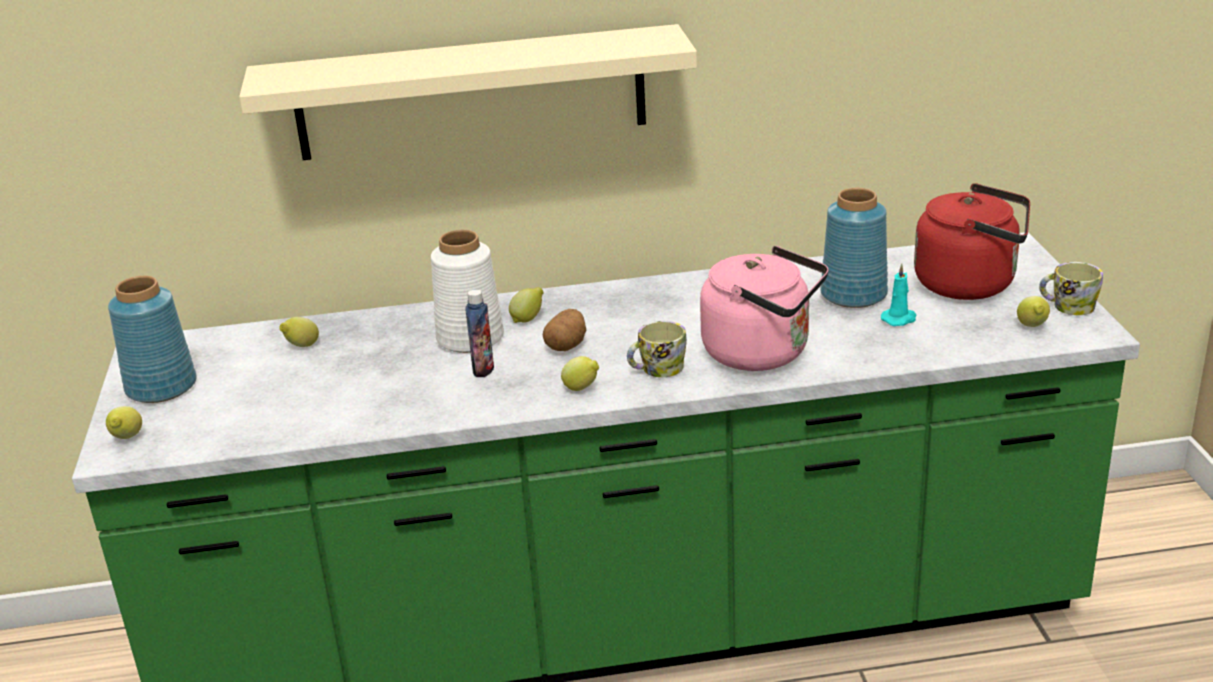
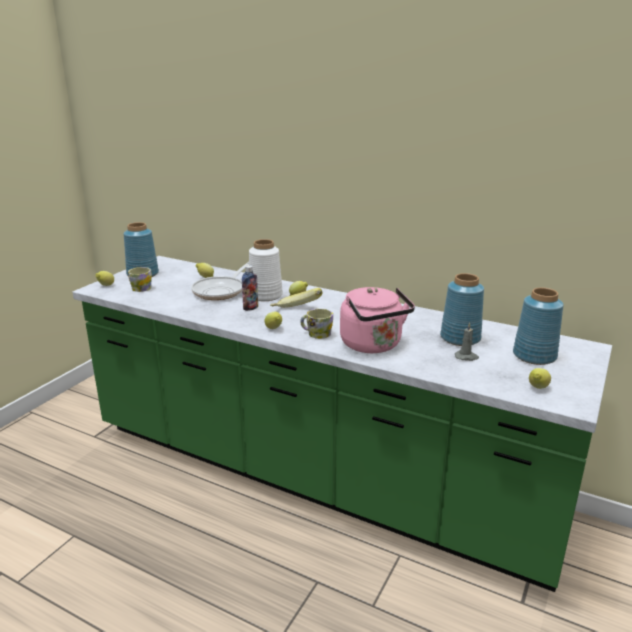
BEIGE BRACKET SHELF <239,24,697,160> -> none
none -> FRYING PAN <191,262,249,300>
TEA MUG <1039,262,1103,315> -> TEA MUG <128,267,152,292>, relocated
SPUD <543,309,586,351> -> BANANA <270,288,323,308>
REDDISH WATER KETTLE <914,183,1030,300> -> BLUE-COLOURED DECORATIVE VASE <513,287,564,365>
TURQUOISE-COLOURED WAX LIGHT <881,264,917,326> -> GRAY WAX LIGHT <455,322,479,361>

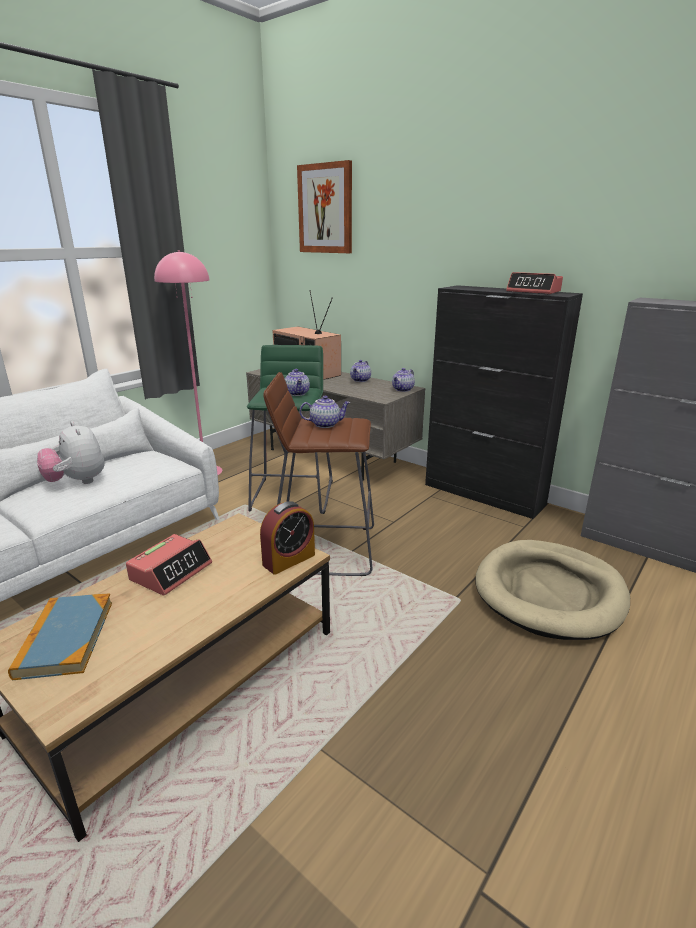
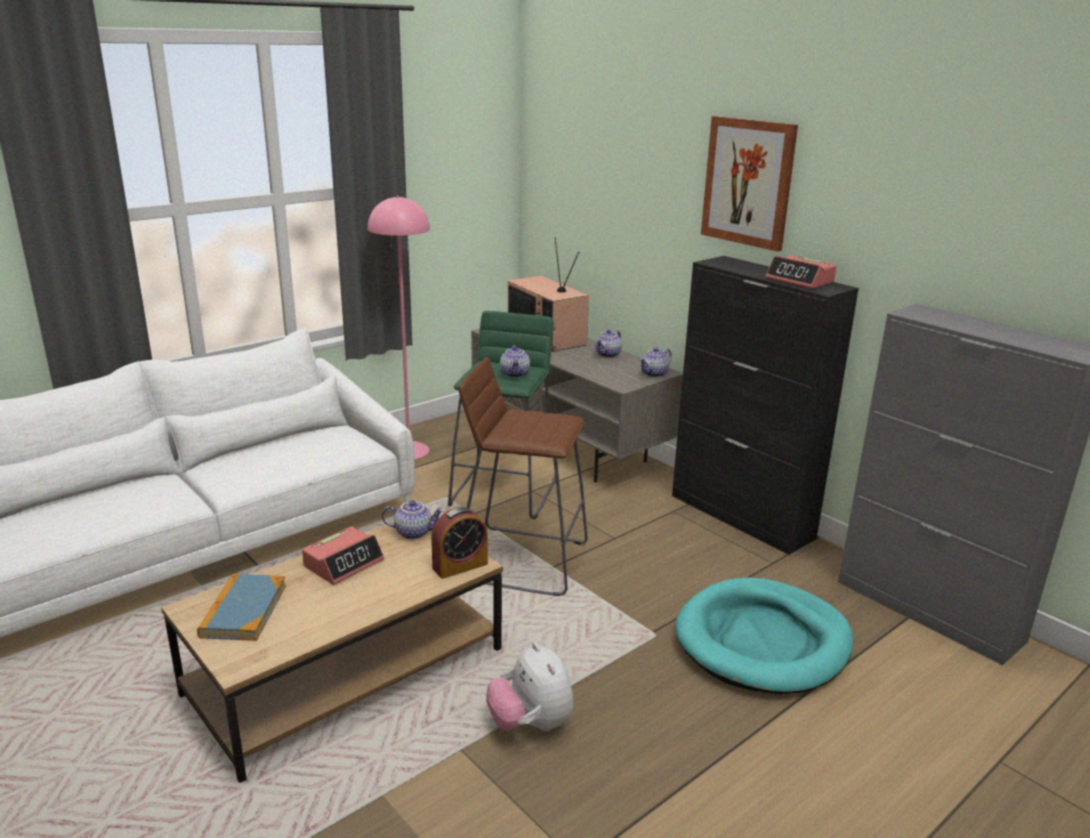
SOFT TOY <37,421,105,484> -> SOFT TOY <486,643,574,731>, relocated
WALL ART <297,160,352,253> -> WALL ART <701,116,798,252>, relocated
TEAPOT <299,396,351,428> -> TEAPOT <382,500,444,539>, relocated
BEIGE PET BED <475,540,630,640> -> TURQUOISE-COLOURED PET BED <675,577,853,694>

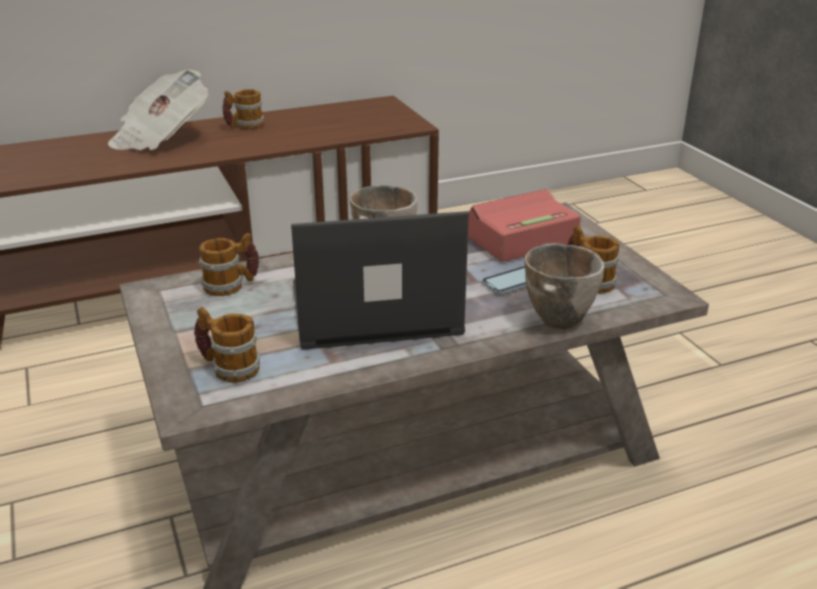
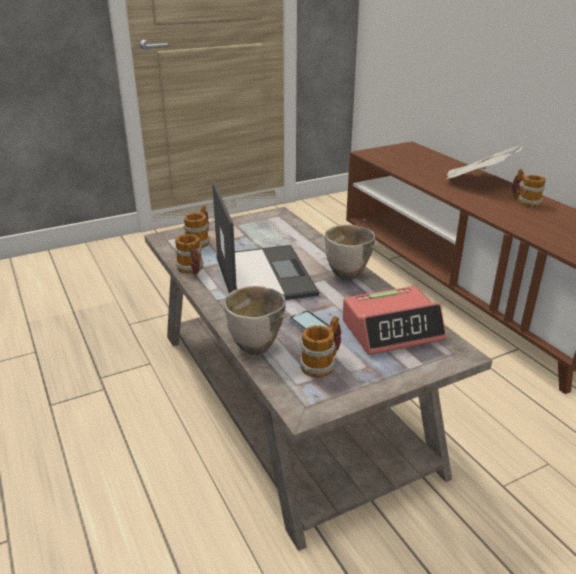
TEA MUG <199,233,259,296> -> TEA MUG <175,234,204,275>, relocated
TABLE CLOCK <468,189,581,262> -> TABLE CLOCK <343,286,446,355>, 105 degrees clockwise

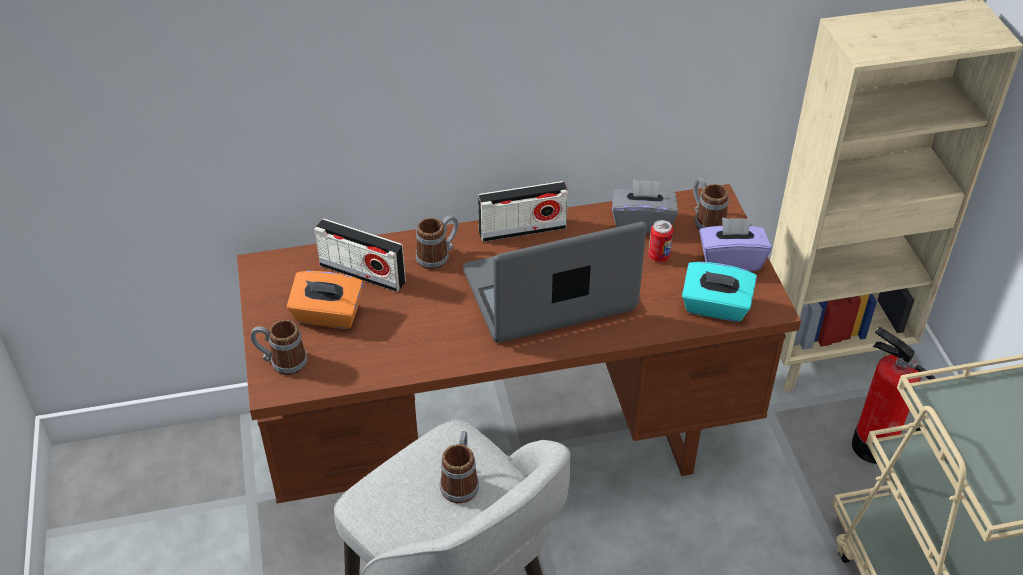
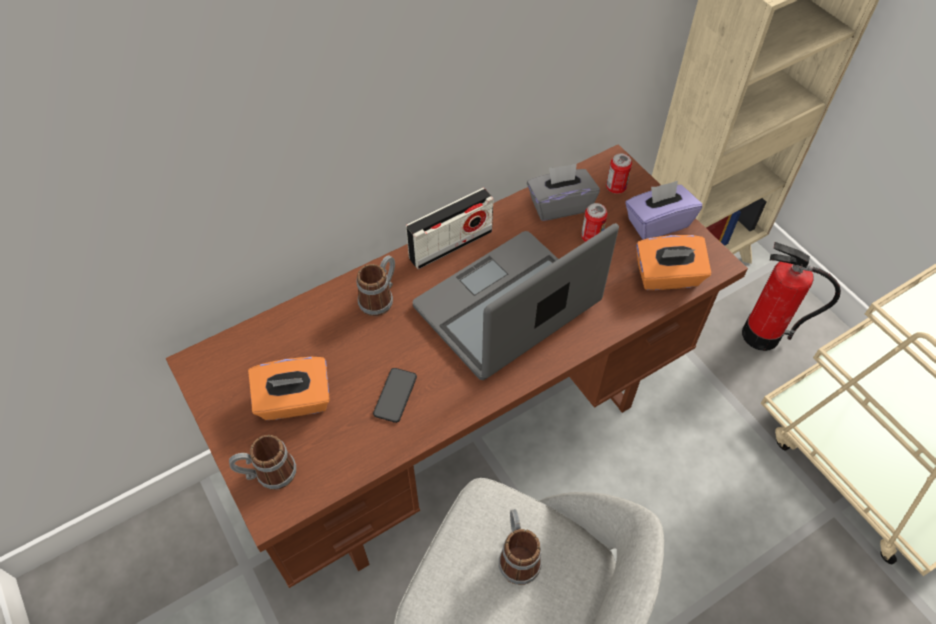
RADIO SET <314,218,406,292> -> none
none -> TELEPHONE <373,368,417,423>
TEA MUG <693,178,729,230> -> CAN <606,154,632,194>
TURQUOISE-COLOURED BOX OF TISSUES <682,262,757,322> -> ORANGE-COLOURED BOX OF TISSUES <636,235,711,290>

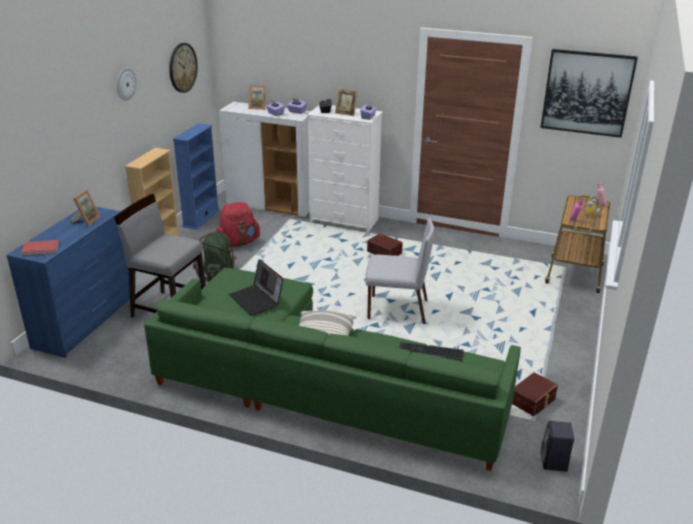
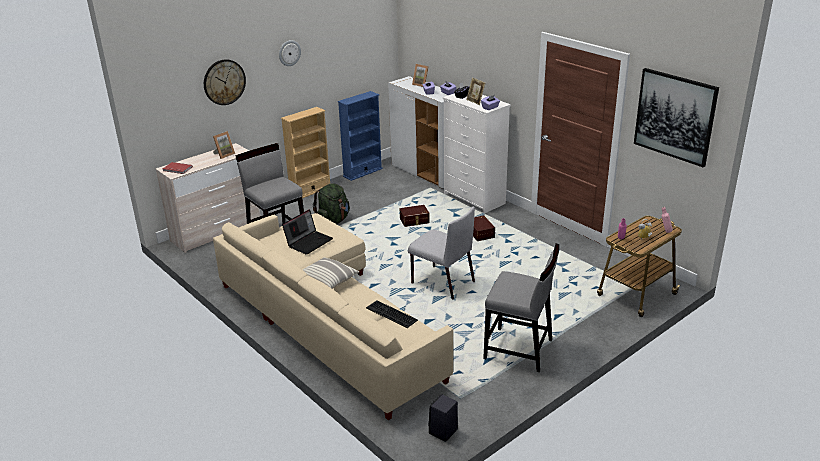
REDDISH BACKPACK <216,202,260,247> -> none
none -> GRAY UPRIGHT CHAIR <483,243,559,372>
CLOCK ON THE WALL <169,43,198,93> -> CLOCK ON THE WALL <204,59,246,105>, relocated
BROWN-COLOURED STORAGE BOX <512,372,558,416> -> BROWN-COLOURED STORAGE BOX <400,205,430,227>, relocated
BLUE-COLOURED DRESSER <6,207,130,358> -> BEIGE DRESSER <155,143,261,253>
GREEN SETTEE <144,268,521,471> -> BEIGE SETTEE <213,213,453,420>
LAPTOP <228,259,283,316> -> LAPTOP <282,209,333,255>, 135 degrees counterclockwise

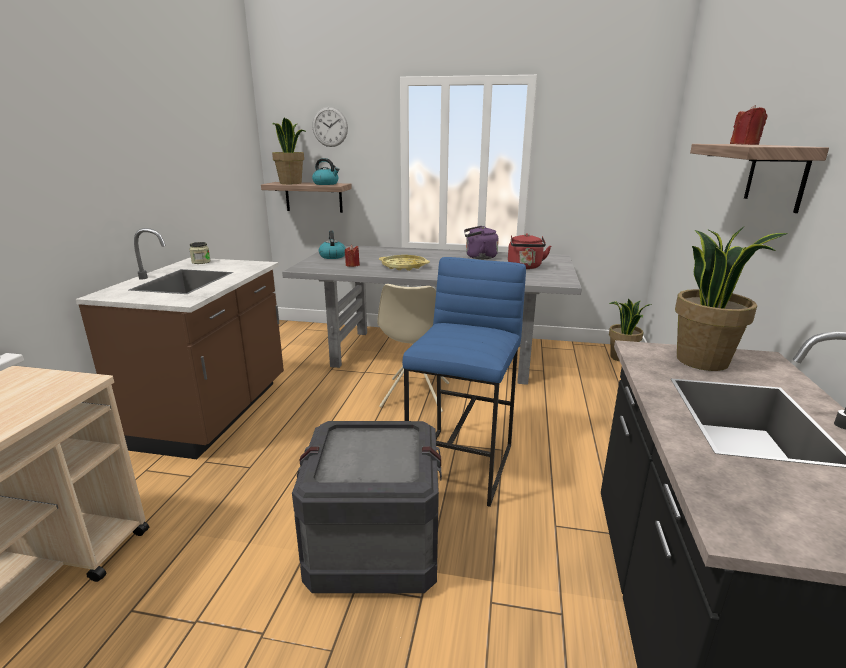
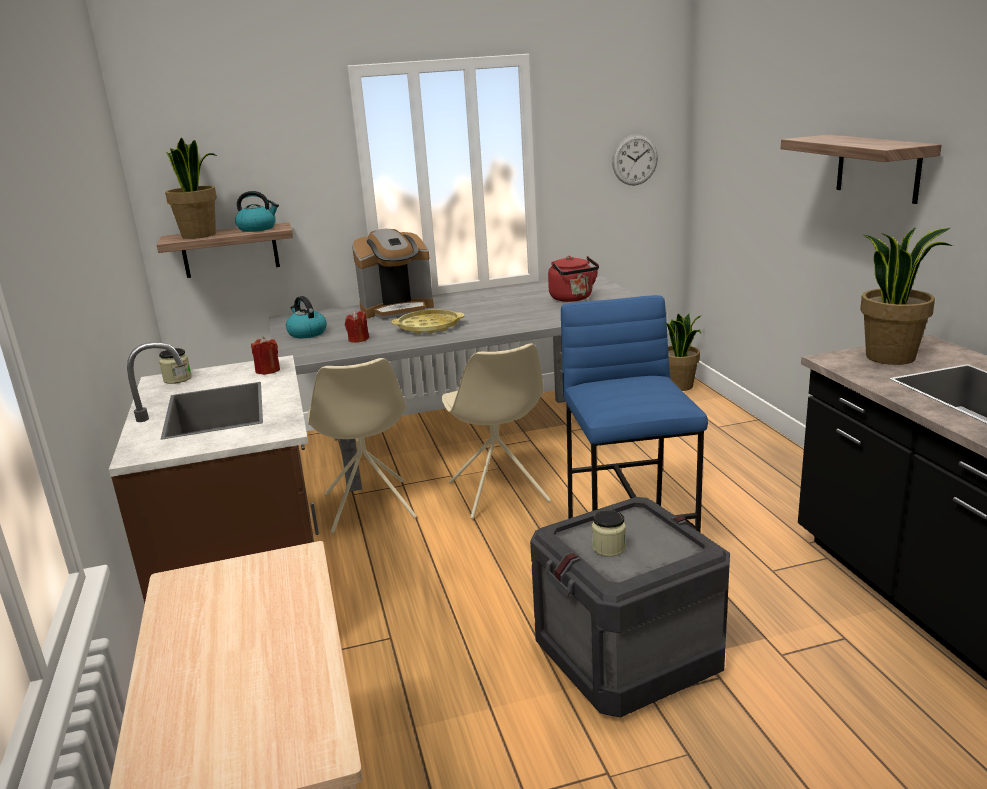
PURPLE WATER KETTLE <464,226,499,259> -> none
none -> BEIGE UPRIGHT CHAIR <308,358,417,534>
none -> COFFEE BREWER <352,229,434,319>
none -> PRESERVE JAR <592,510,626,557>
CLOCK ON THE WALL <312,107,348,147> -> CLOCK ON THE WALL <612,135,658,185>, relocated
REDDISH WAX LIGHT <730,105,768,145> -> REDDISH WAX LIGHT <251,336,280,375>, relocated

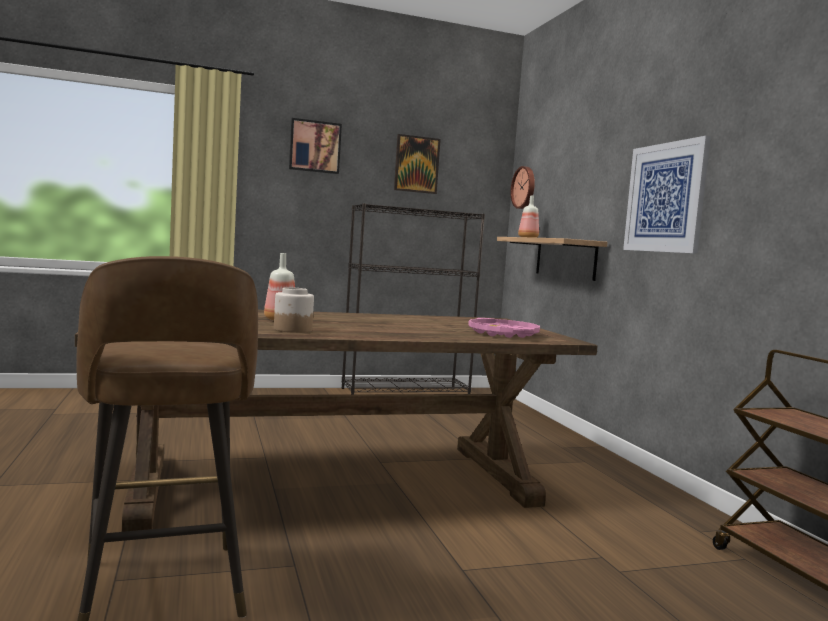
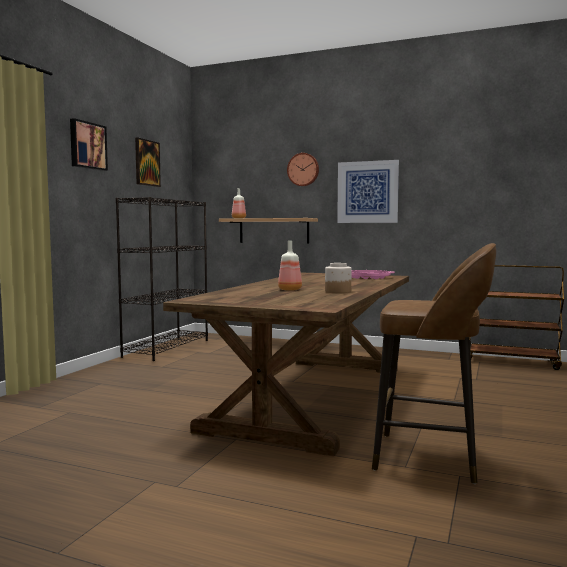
CLOCK ON THE WALL <511,166,535,209> -> CLOCK ON THE WALL <287,153,319,186>, relocated

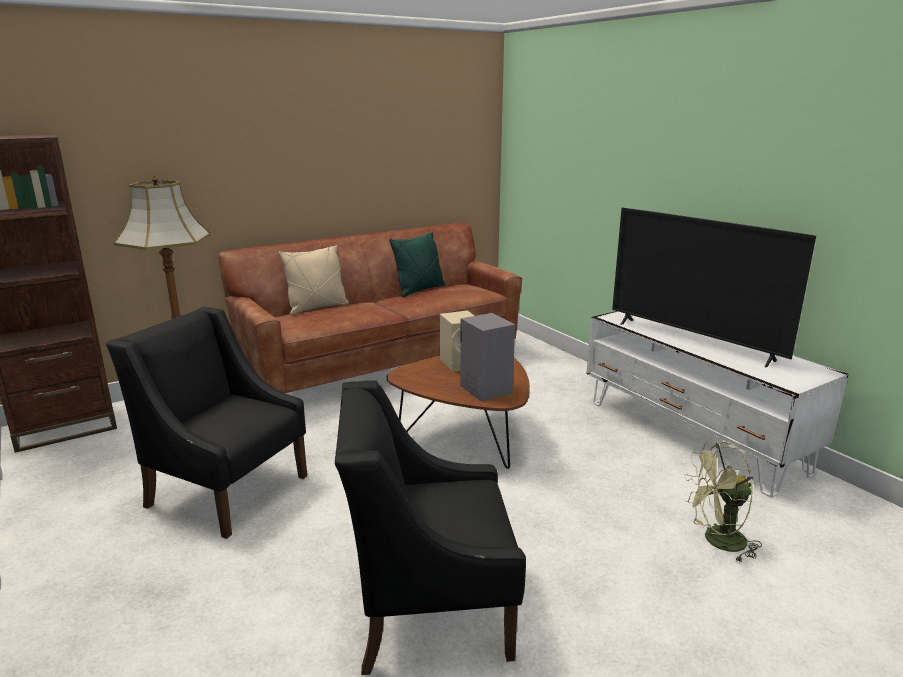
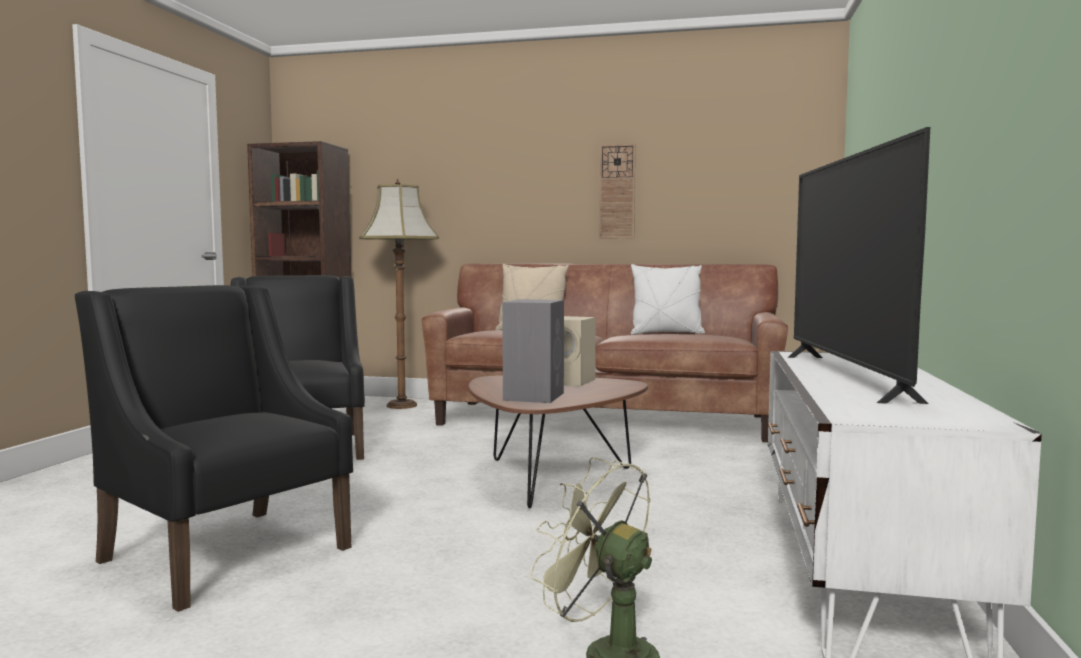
none -> CLOCK ON THE WALL <600,143,635,238>
GREEN PILLOW <389,232,445,297> -> WHITE PILLOW <631,264,705,335>

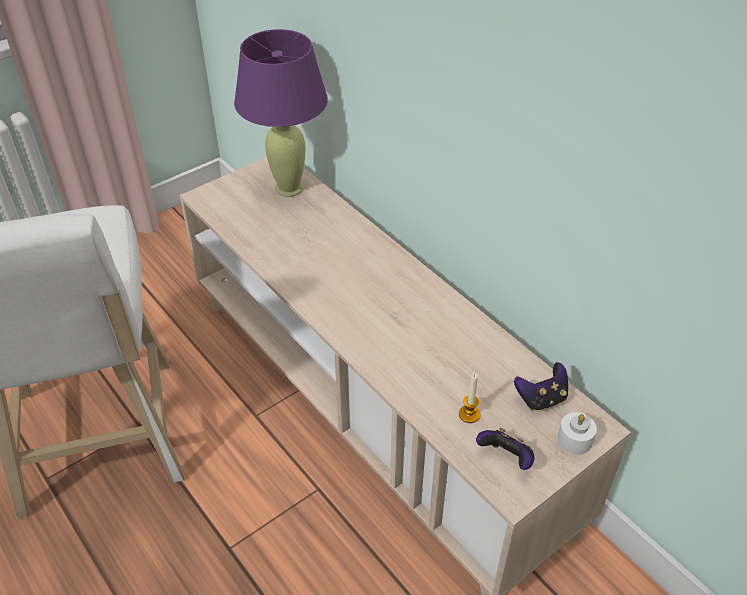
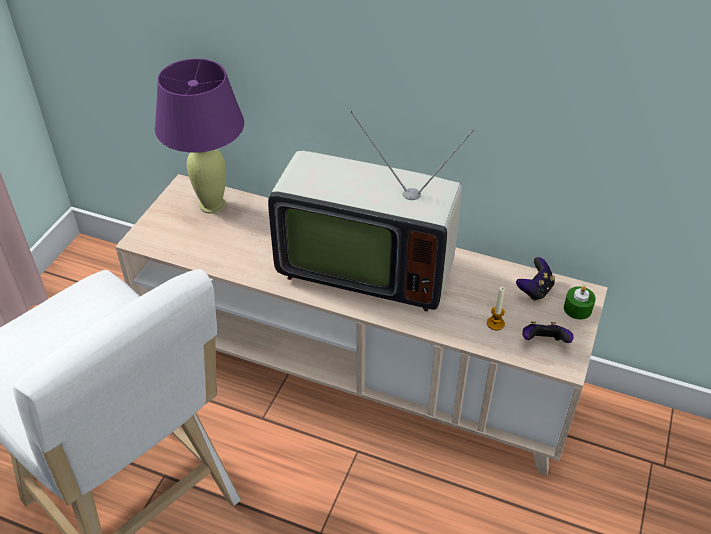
none -> TV SET <268,111,475,312>
WHITE WAX LIGHT <557,412,597,455> -> GREEN WAX LIGHT <564,286,596,320>

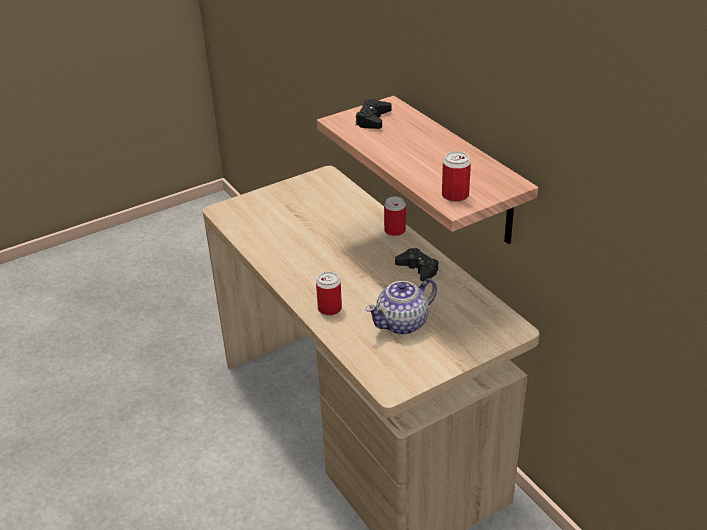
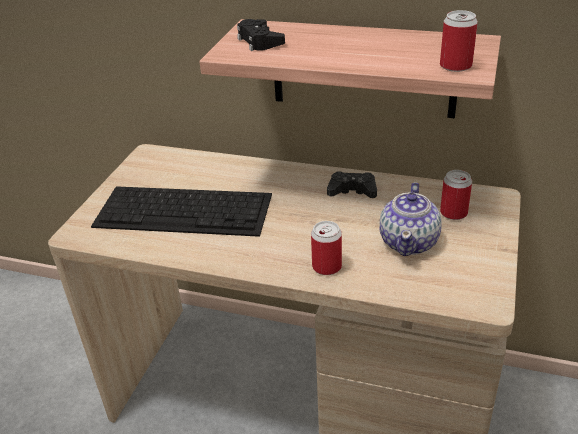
none -> KEYBOARD <91,186,272,237>
CAN <384,197,406,236> -> CAN <440,170,472,220>, relocated

